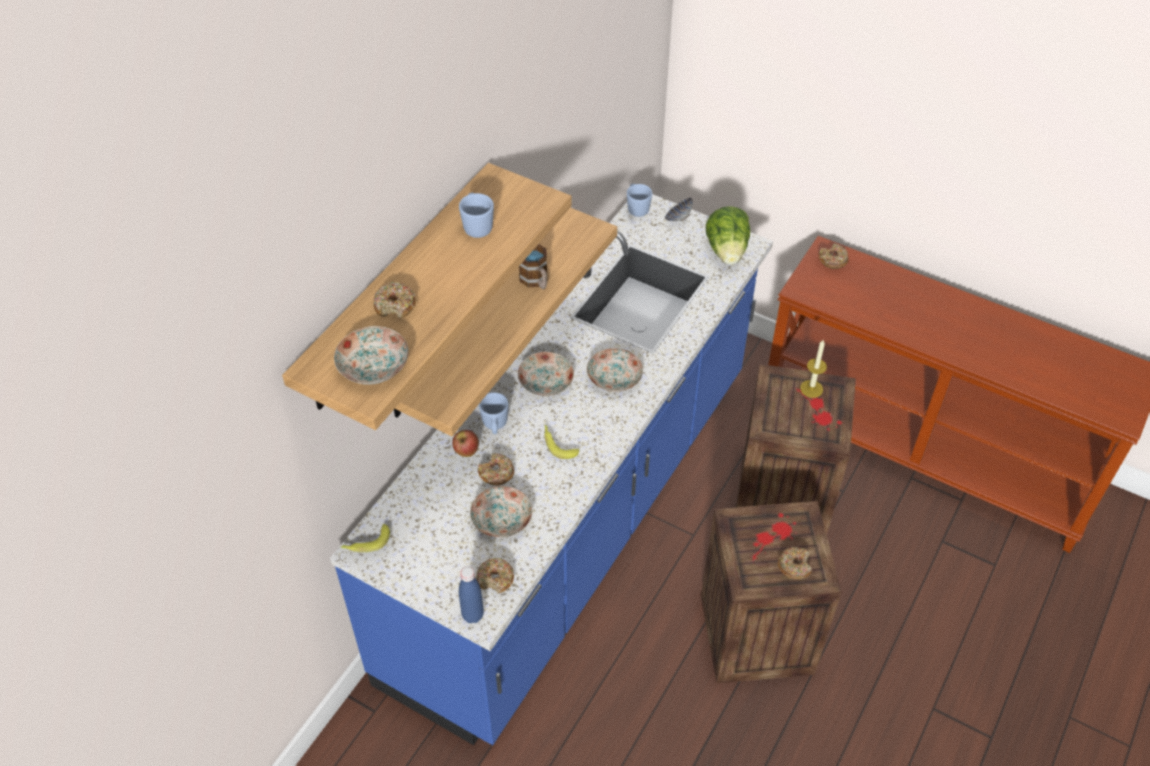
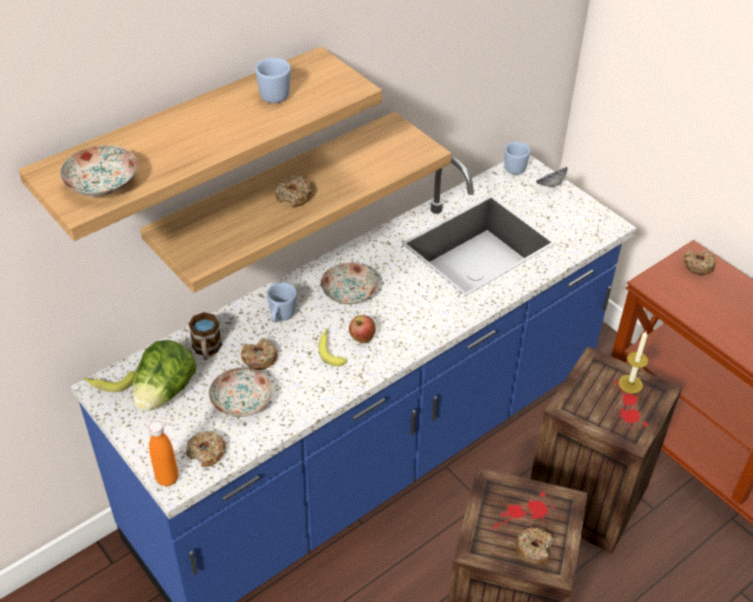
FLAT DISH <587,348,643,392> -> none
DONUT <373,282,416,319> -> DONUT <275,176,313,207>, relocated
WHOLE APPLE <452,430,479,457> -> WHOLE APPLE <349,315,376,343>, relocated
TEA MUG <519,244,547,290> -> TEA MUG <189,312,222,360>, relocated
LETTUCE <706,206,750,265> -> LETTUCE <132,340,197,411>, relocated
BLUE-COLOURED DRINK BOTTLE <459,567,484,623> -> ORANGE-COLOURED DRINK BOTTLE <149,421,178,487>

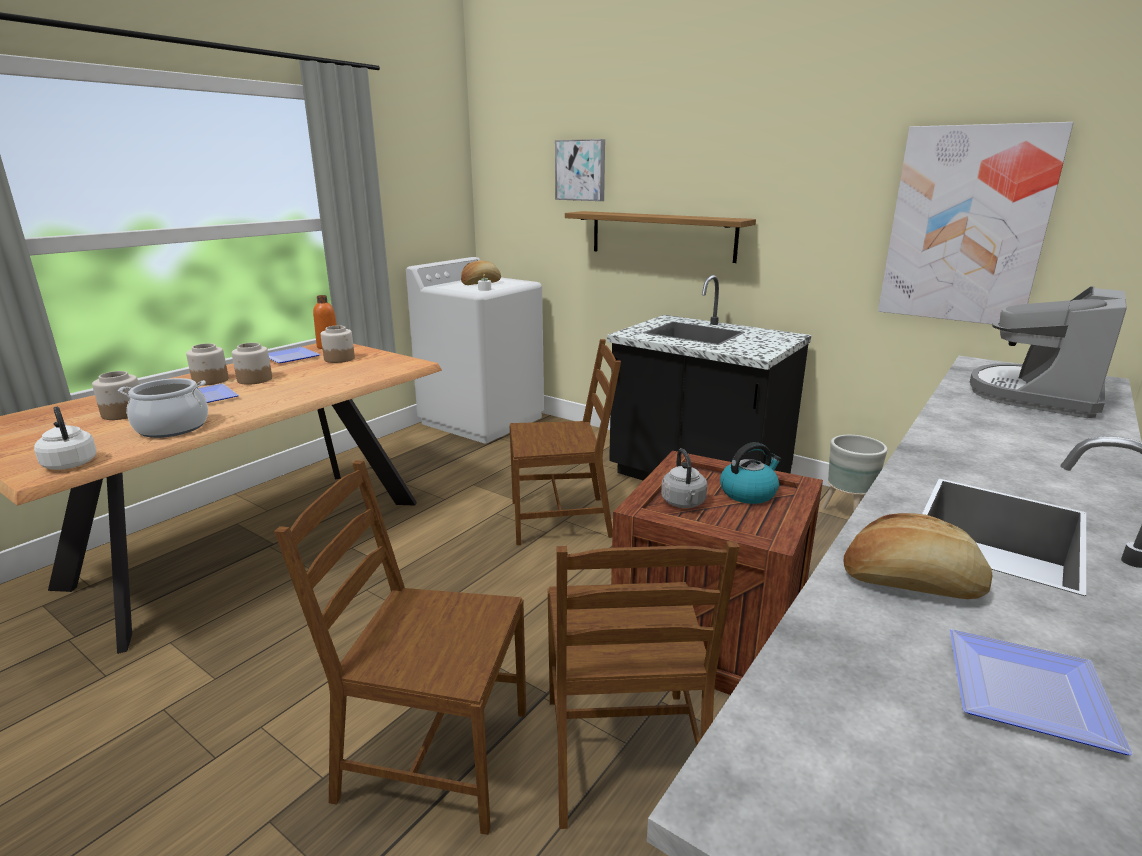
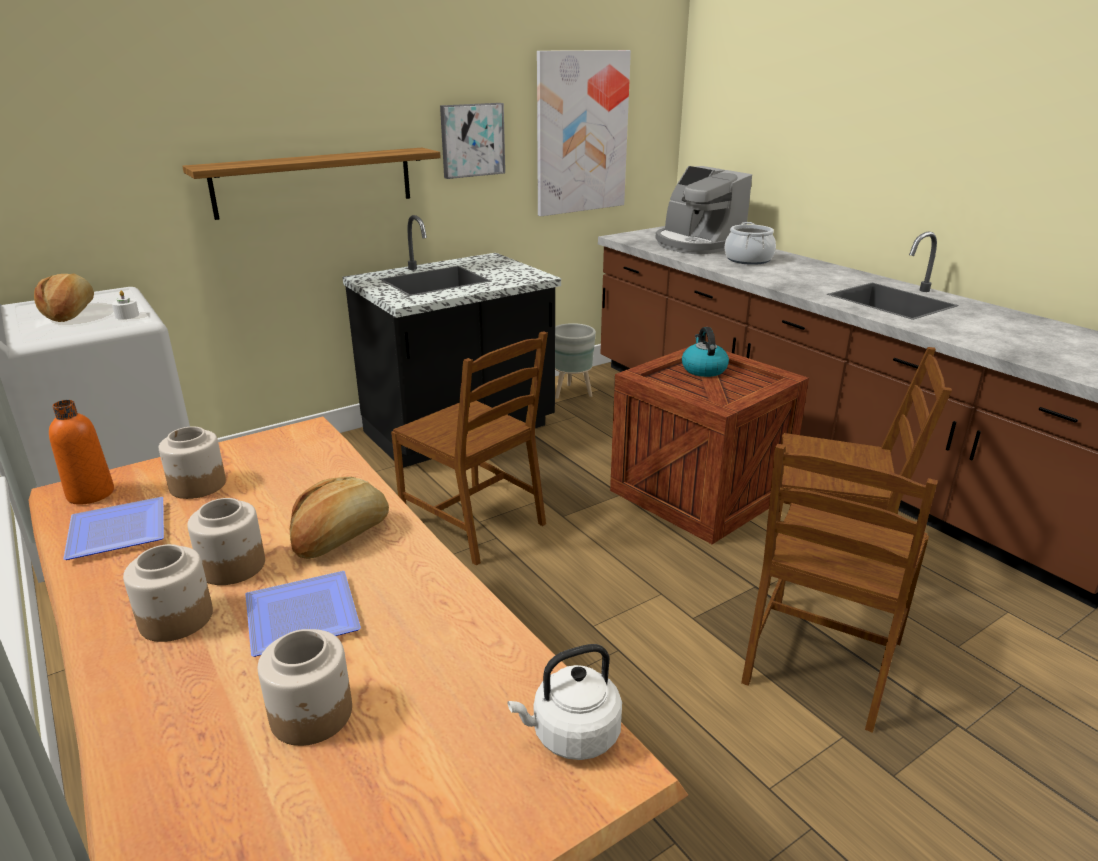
GRAY WATER KETTLE <661,448,708,508> -> none
FLAT DISH <950,629,1133,755> -> none
STOCKPOT <118,378,208,438> -> STOCKPOT <725,222,776,265>, relocated
WALL ART <555,139,605,201> -> WALL ART <440,103,505,179>, relocated
BREAD <844,513,992,599> -> BREAD <290,477,389,559>, relocated
BROWN-COLOURED UPRIGHT CHAIR <509,339,621,545> -> BROWN-COLOURED UPRIGHT CHAIR <391,331,548,566>, 120 degrees clockwise

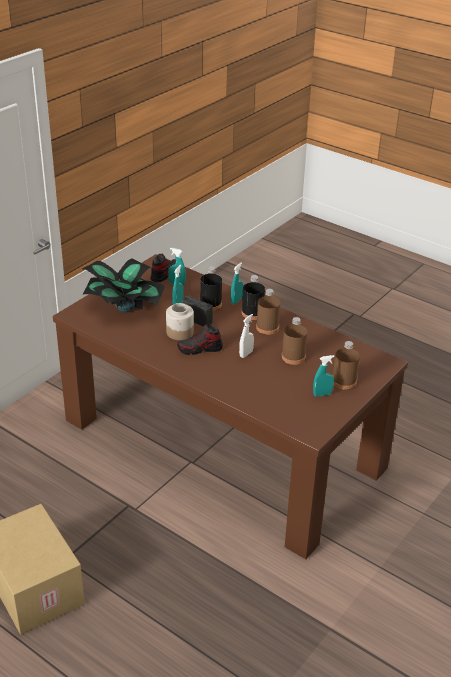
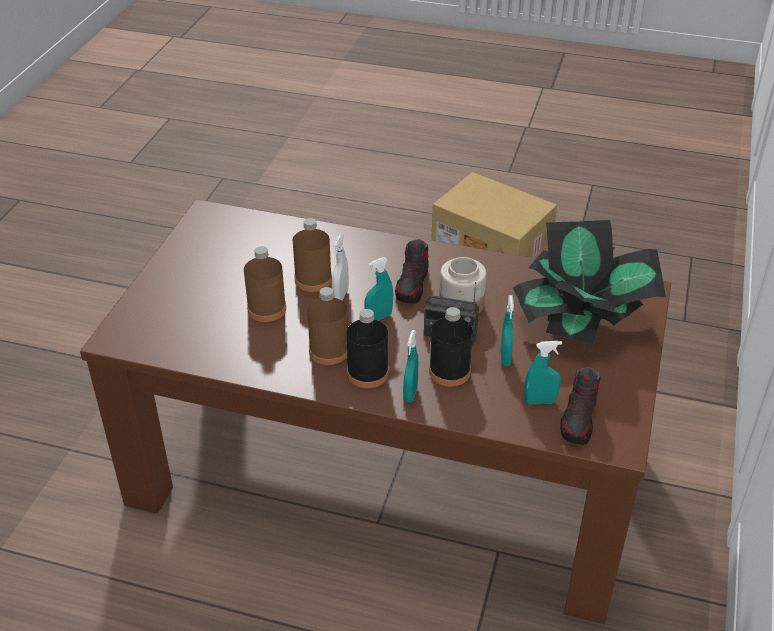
TURQUOISE-COLOURED SPRAY BOTTLE <313,355,334,397> -> TURQUOISE-COLOURED SPRAY BOTTLE <364,257,393,320>, relocated
BROWN-COLOURED DRINK BOTTLE <333,341,360,390> -> BROWN-COLOURED DRINK BOTTLE <293,218,332,292>, relocated
ITEM OF FOOTWEAR <177,323,223,355> -> ITEM OF FOOTWEAR <395,239,429,304>, 135 degrees clockwise

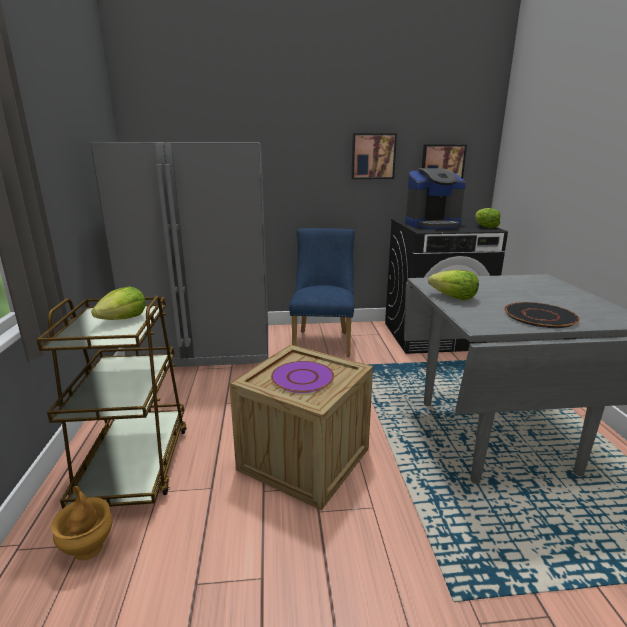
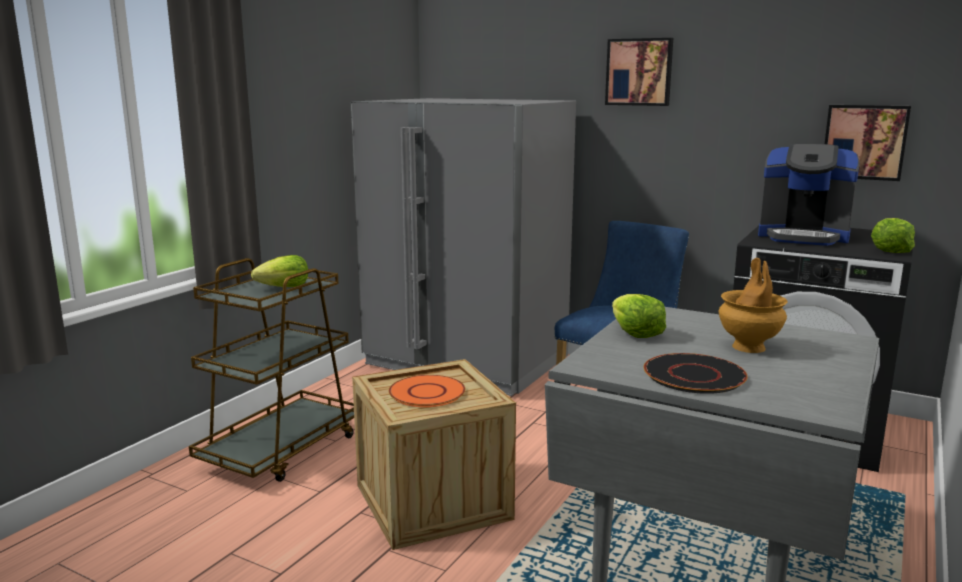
BROWN-COLOURED DECORATIVE VASE <51,486,113,561> -> BROWN-COLOURED DECORATIVE VASE <719,258,788,353>, relocated
WALL ART <351,133,397,179> -> WALL ART <605,38,673,106>, relocated
PURPLE FLAT DISH <271,361,334,393> -> ORANGE-COLOURED FLAT DISH <389,375,465,407>

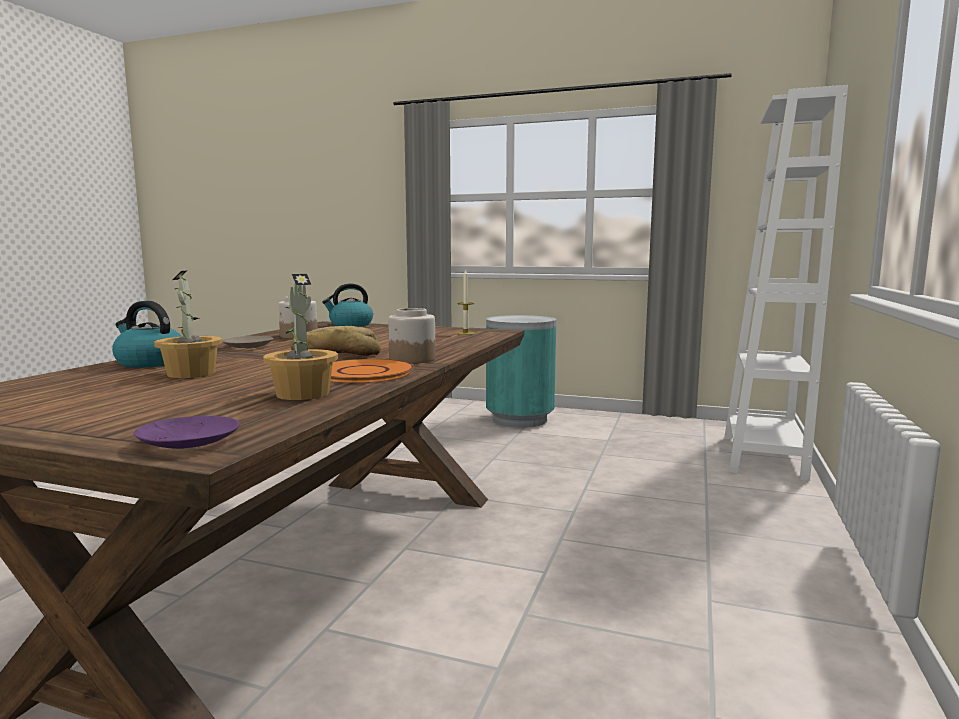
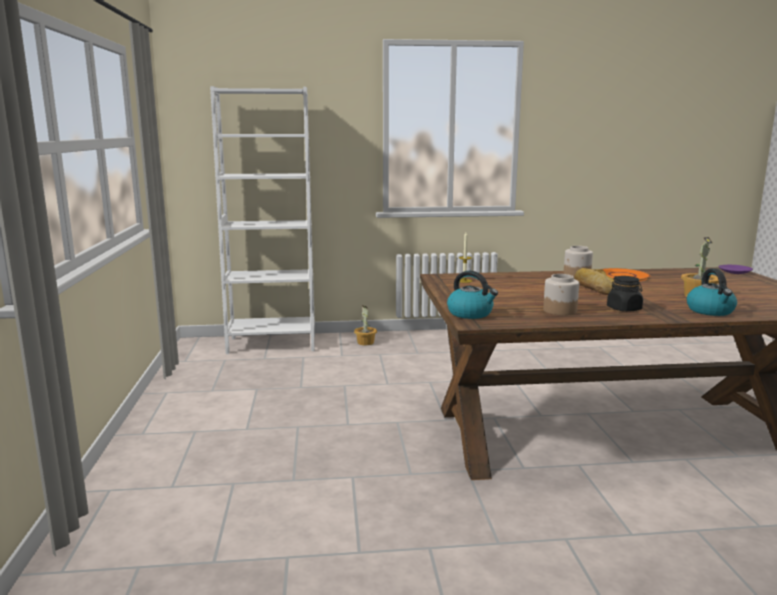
TURQUOISE-COLOURED RUBBISH BIN <486,315,557,428> -> none
HOUSEPLANT <263,274,338,400> -> HOUSEPLANT <354,306,377,345>, relocated
BEIGE FLAT DISH <222,336,273,348> -> BLACK PRESERVE JAR <607,276,643,312>

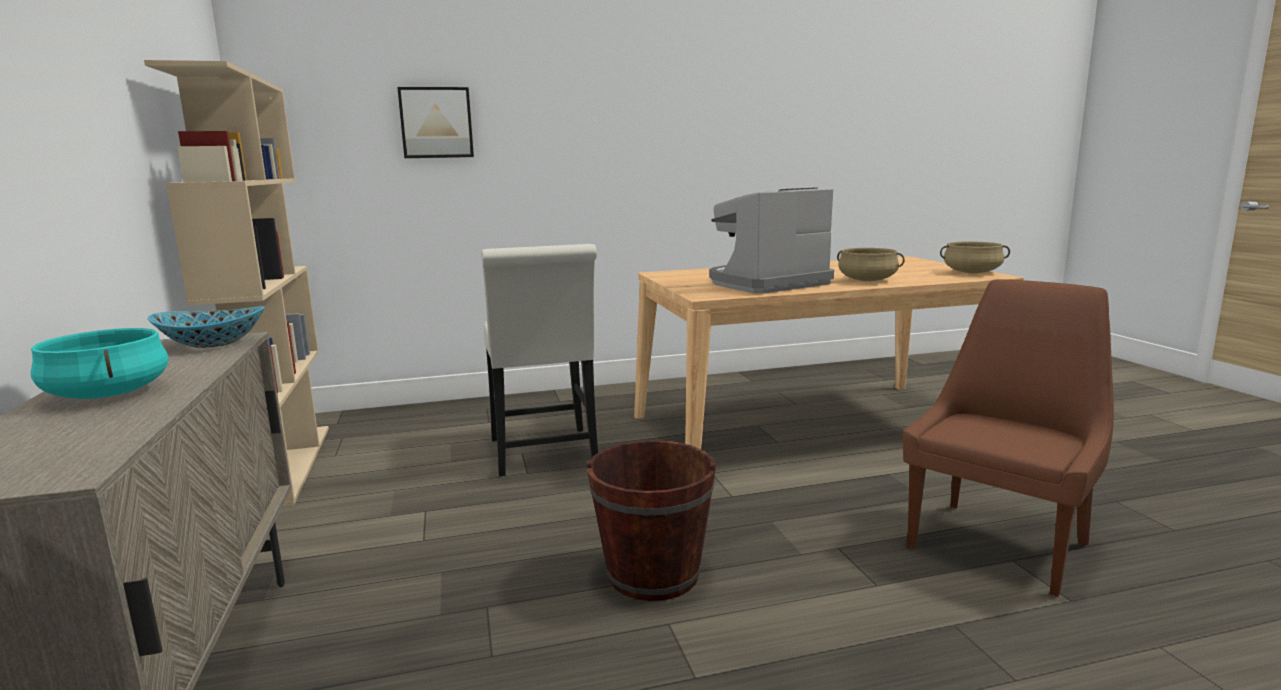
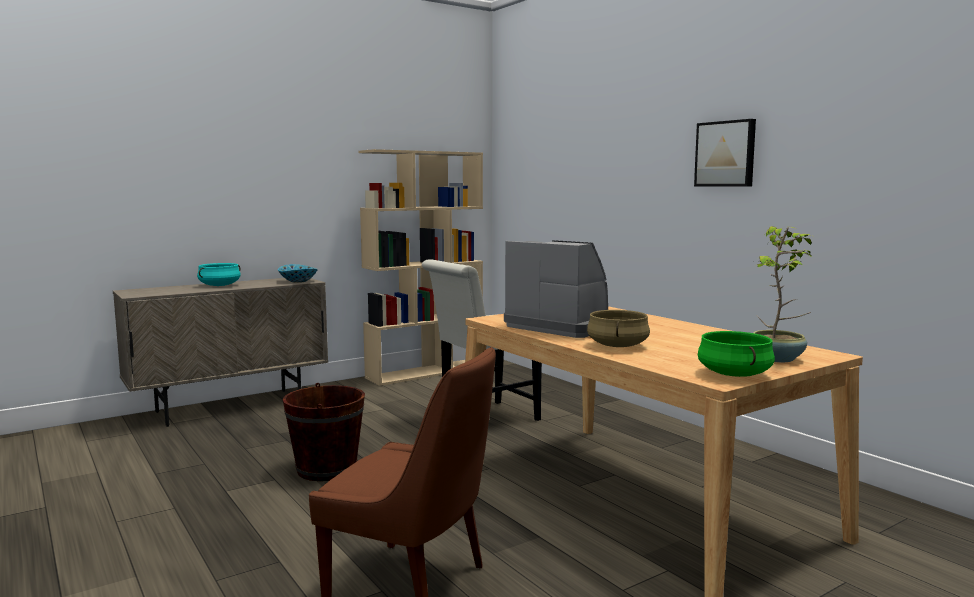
none -> HOUSEPLANT <753,226,812,362>
WALL ART <397,87,474,158> -> WALL ART <694,119,756,187>, relocated
BEIGE STOCKPOT <940,242,1010,273> -> GREEN STOCKPOT <698,331,775,377>

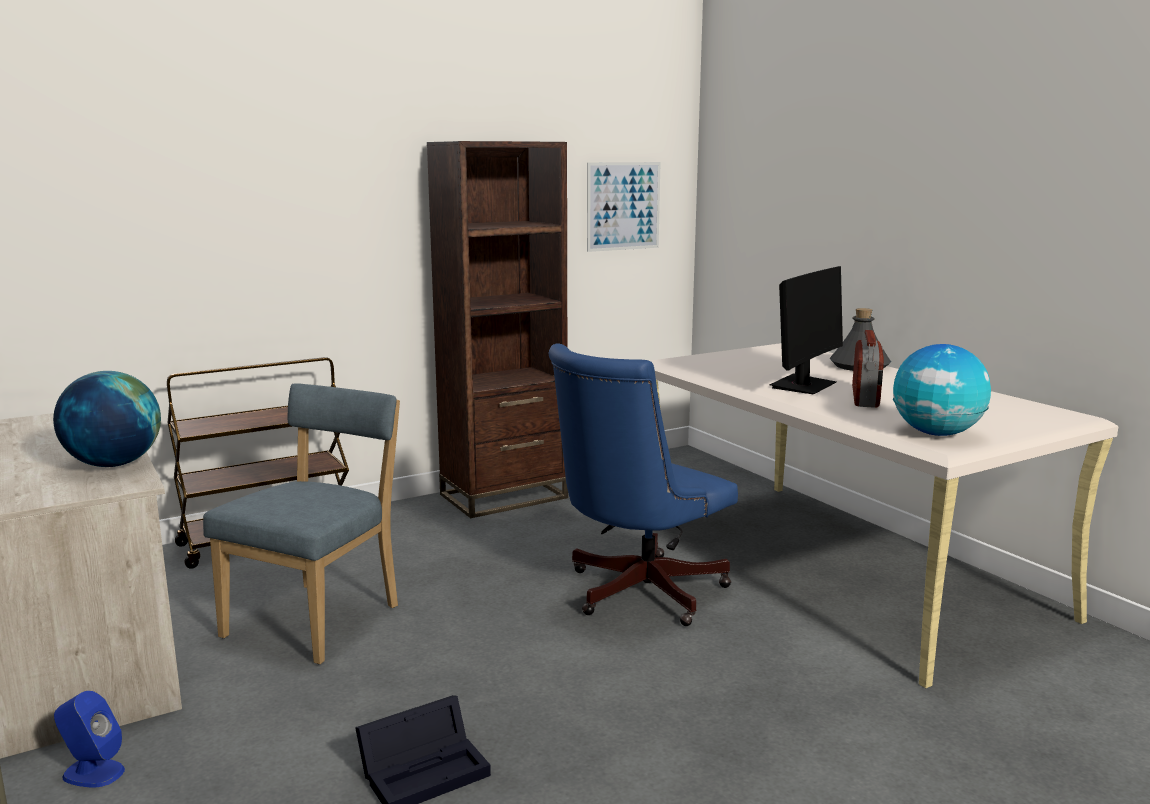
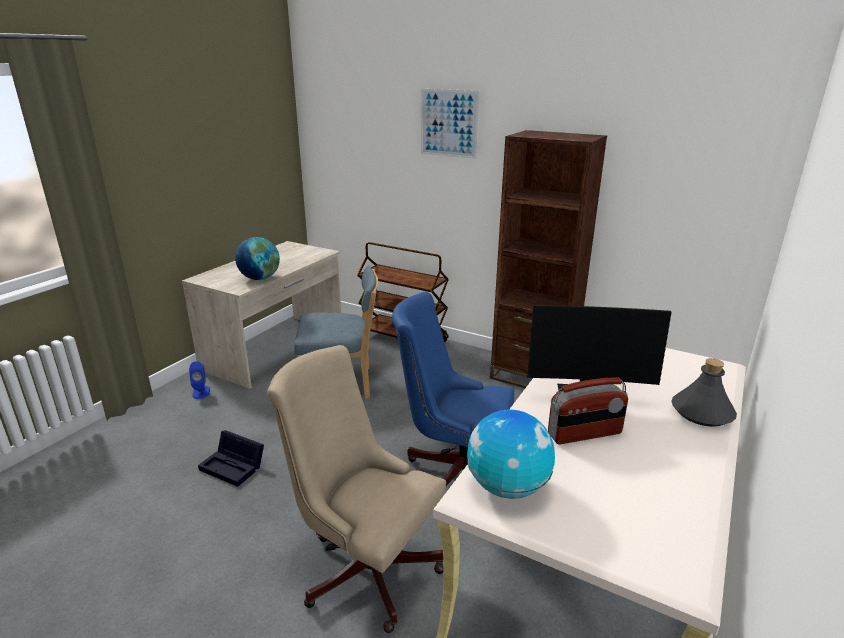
none -> BEIGE OFFICE CHAIR <267,345,446,633>
WALL ART <587,162,661,252> -> WALL ART <421,89,479,159>, relocated

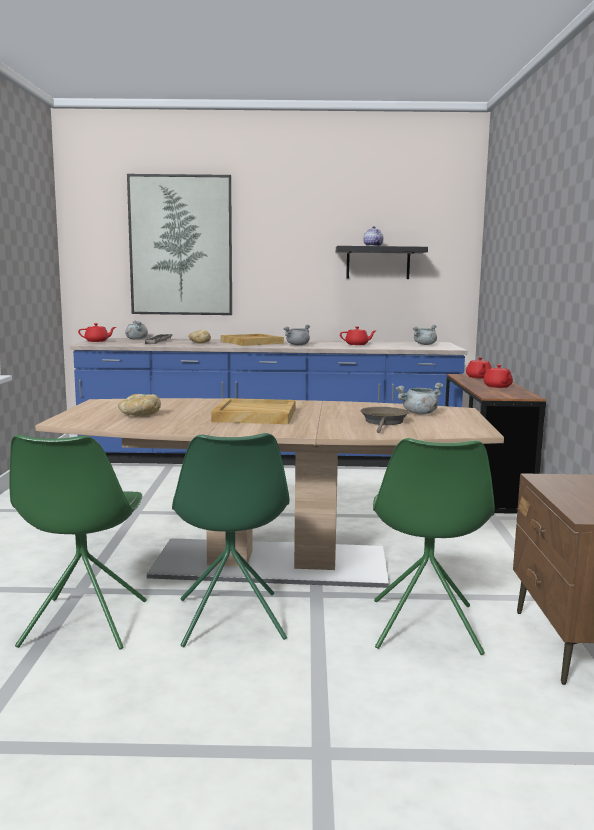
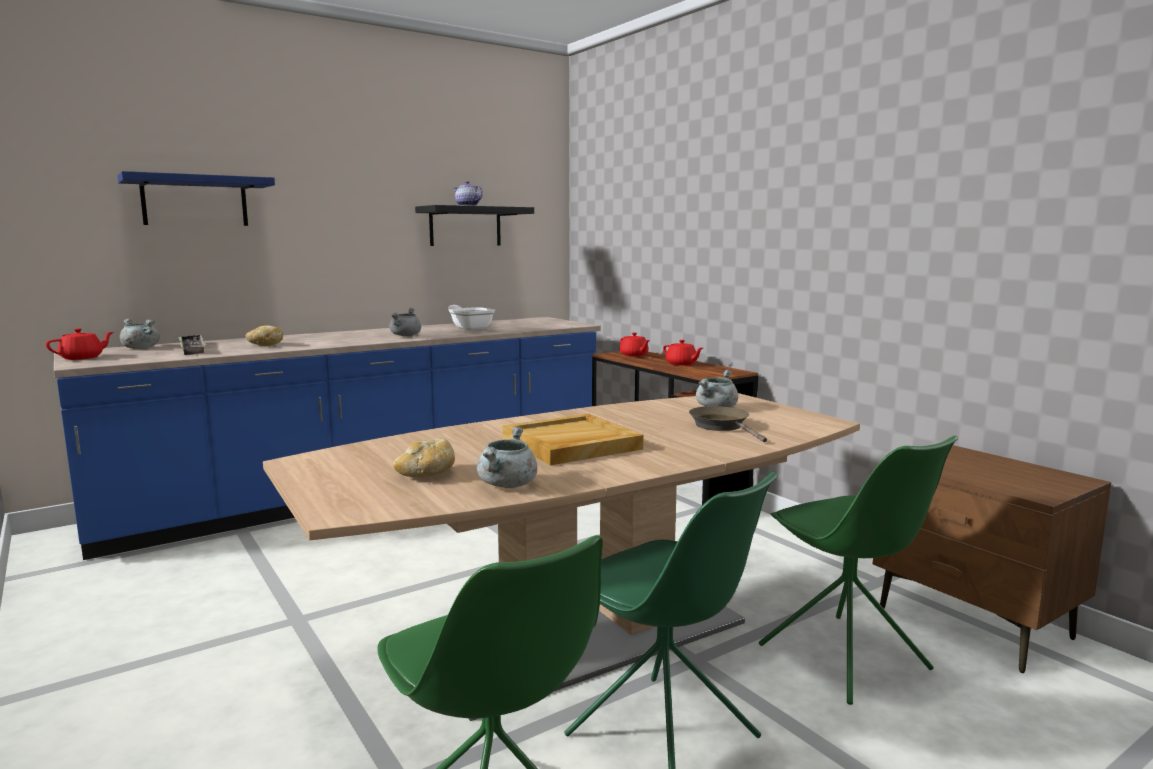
BEIGE TRAY <221,334,284,346> -> none
GRAY STOCKPOT <413,325,437,345> -> GRAY STOCKPOT <477,426,537,488>, relocated
WALL ART <127,174,232,315> -> BLUE-COLOURED BRACKET SHELF <117,171,275,226>
REDDISH TEAPOT <340,326,376,345> -> FRYING PAN <448,305,495,331>

